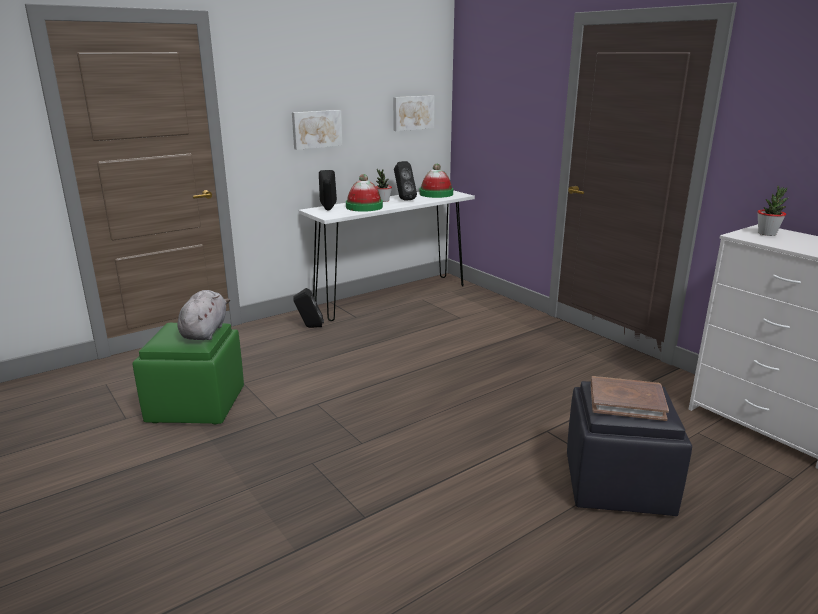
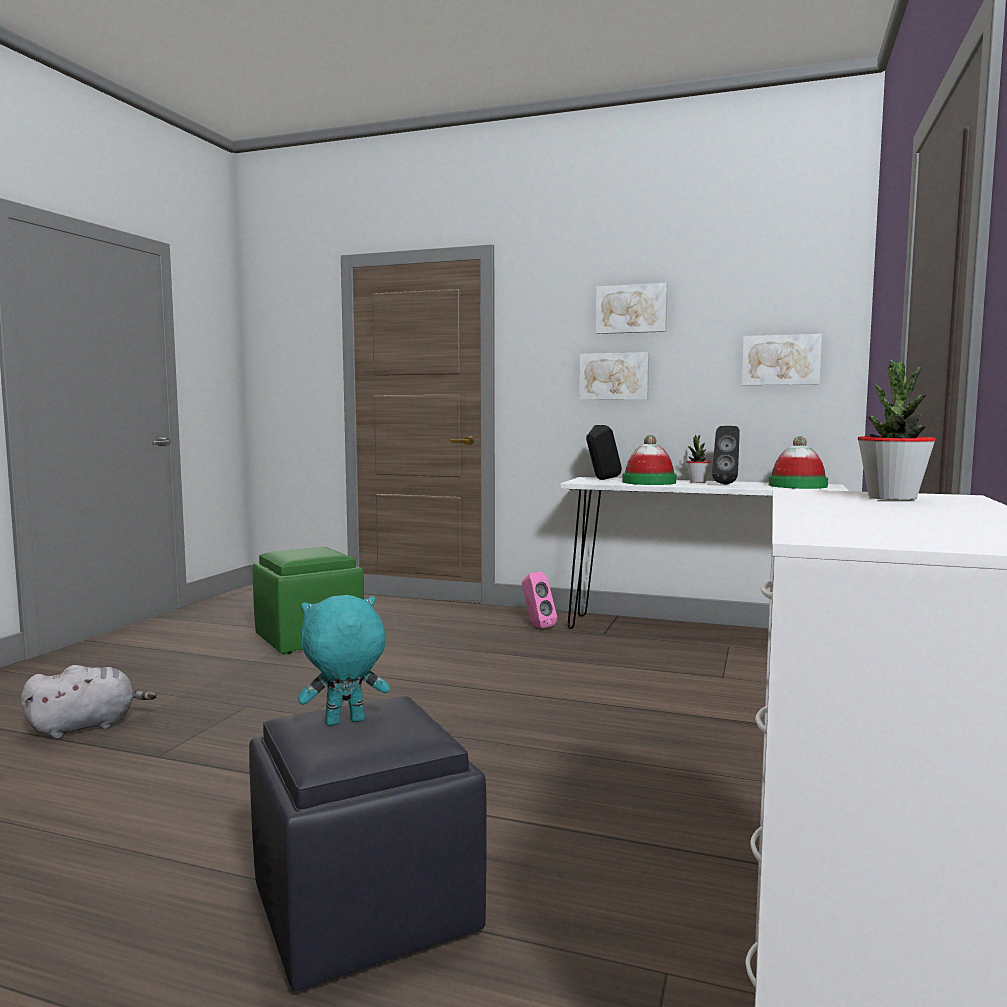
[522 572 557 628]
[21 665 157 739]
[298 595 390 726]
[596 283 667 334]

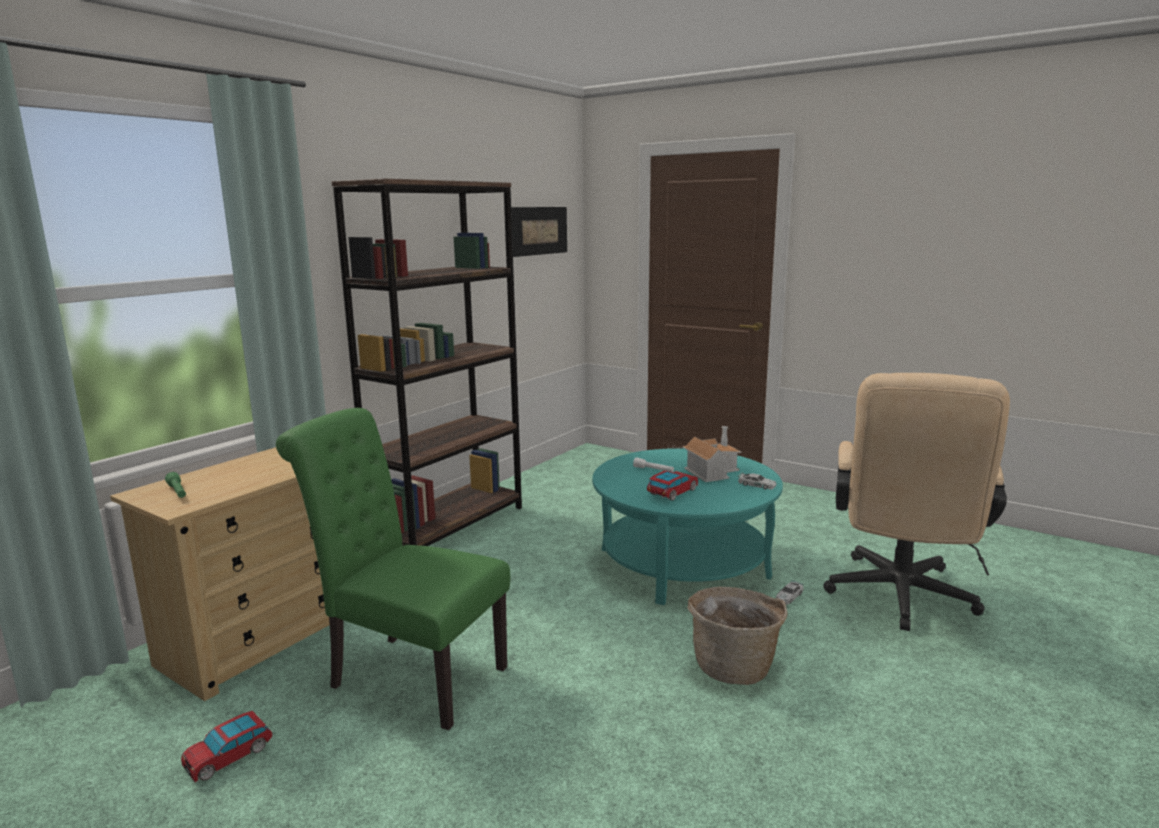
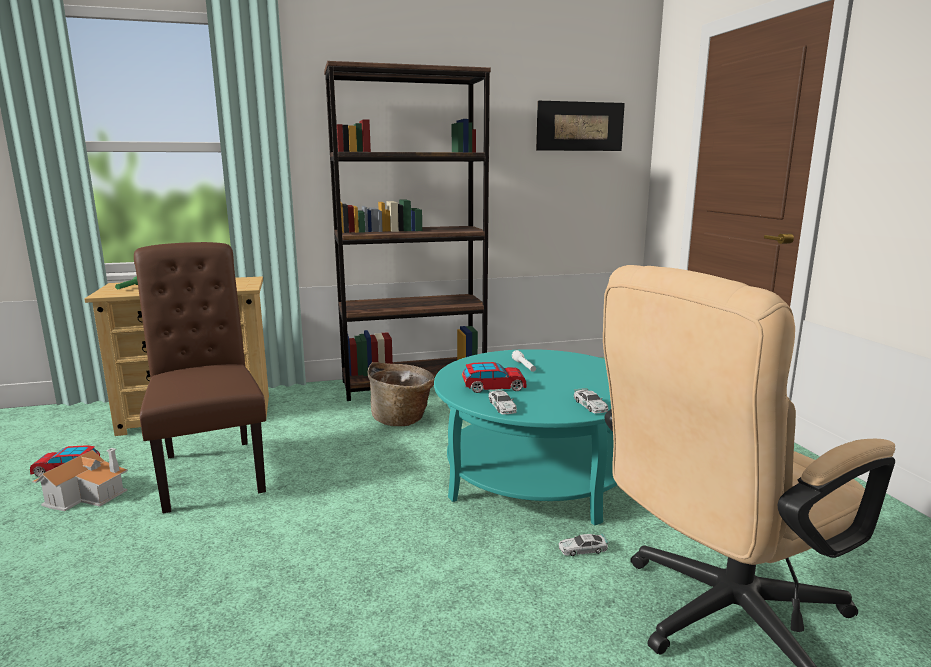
[134 242 266 513]
[32 448 128 511]
[367 362 434 426]
[489 389 517 414]

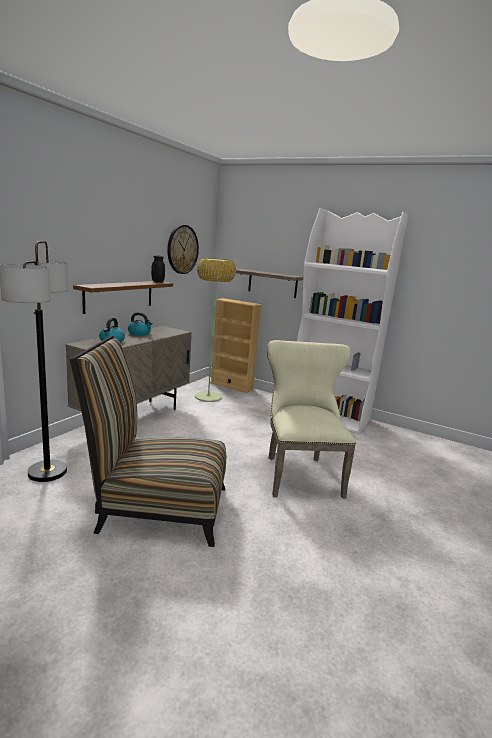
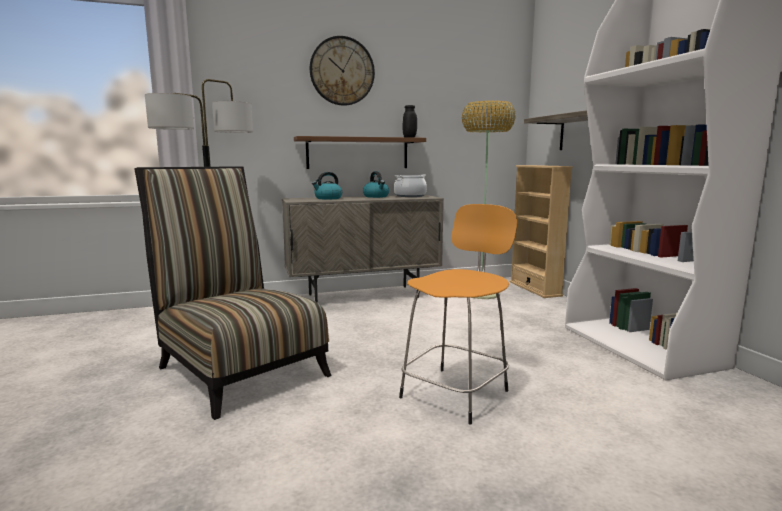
[310 36 375 106]
[399 204 517 425]
[394 174 427 197]

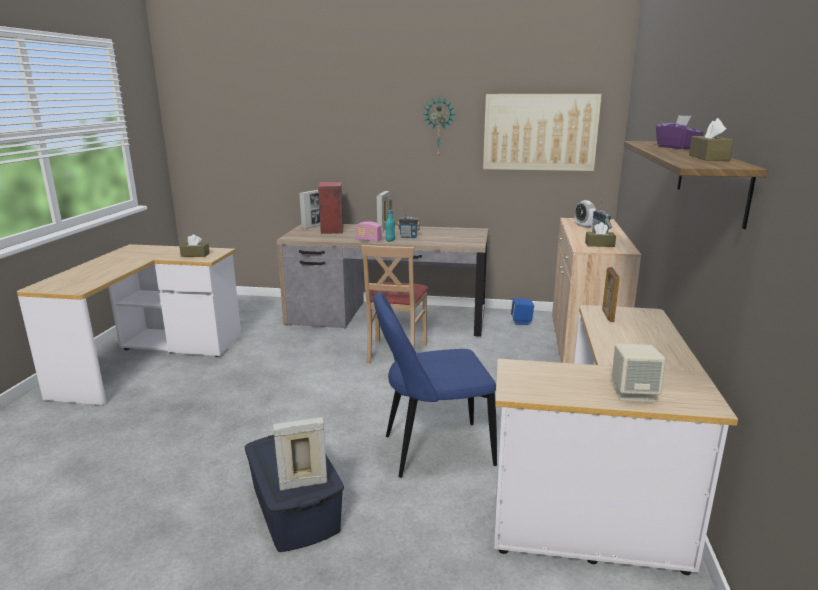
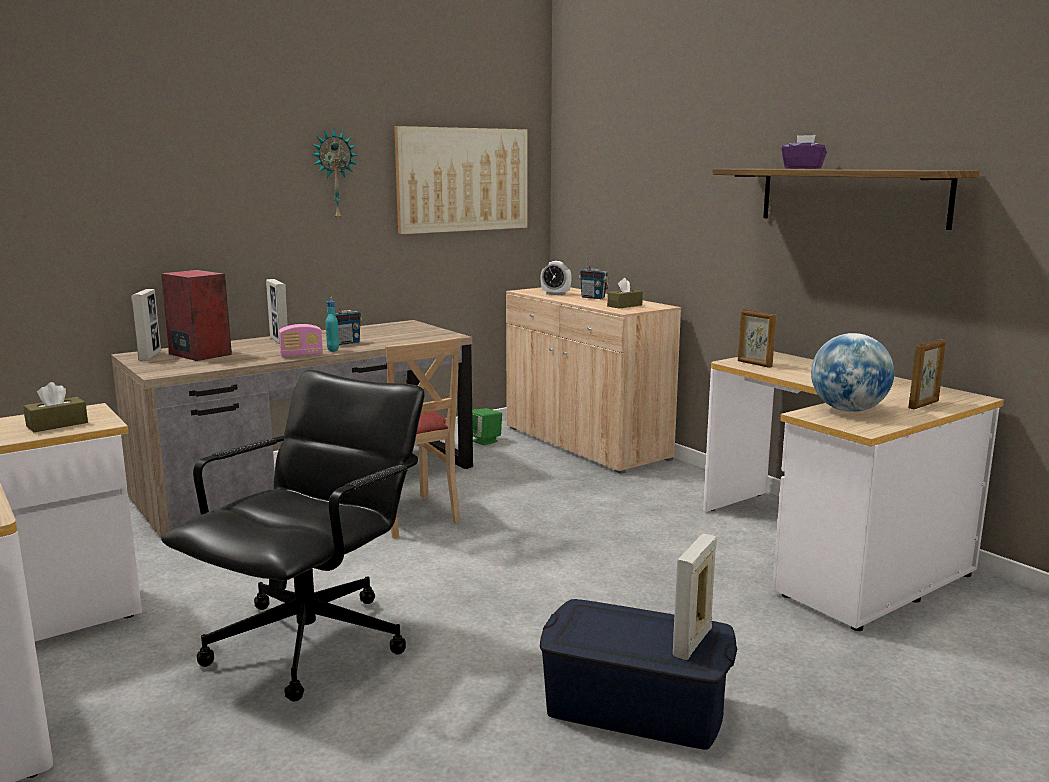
[689 118 734 161] (first image)
[373 292 497 478] (first image)
[472 408 502 445]
[909 339 946 409]
[811 333 894 412]
[161 370 425 702]

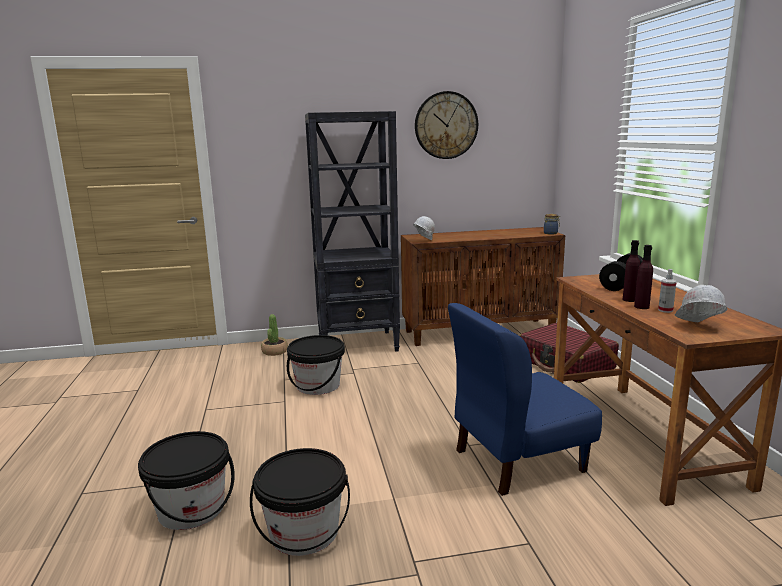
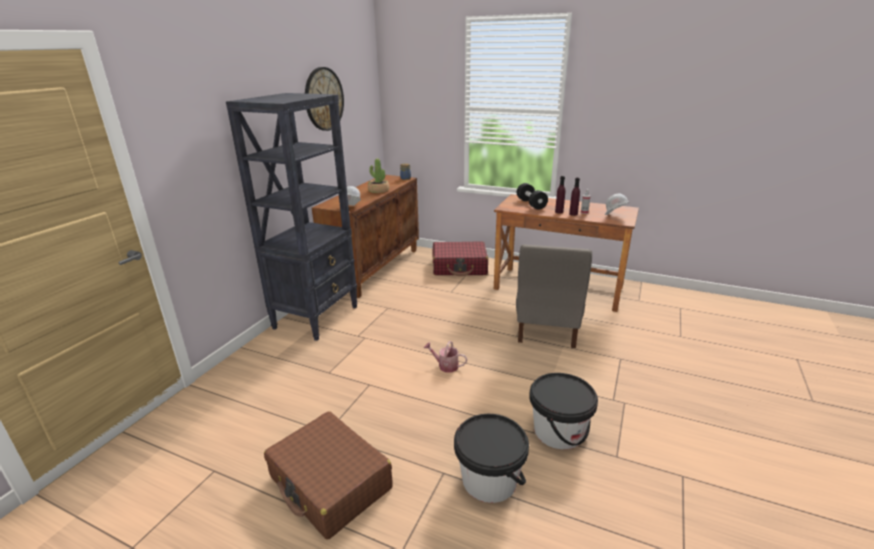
[516 244 592 348]
[368 158 389 193]
[287 335 345 395] (first image)
[424 341 467 373]
[264 411 393 540]

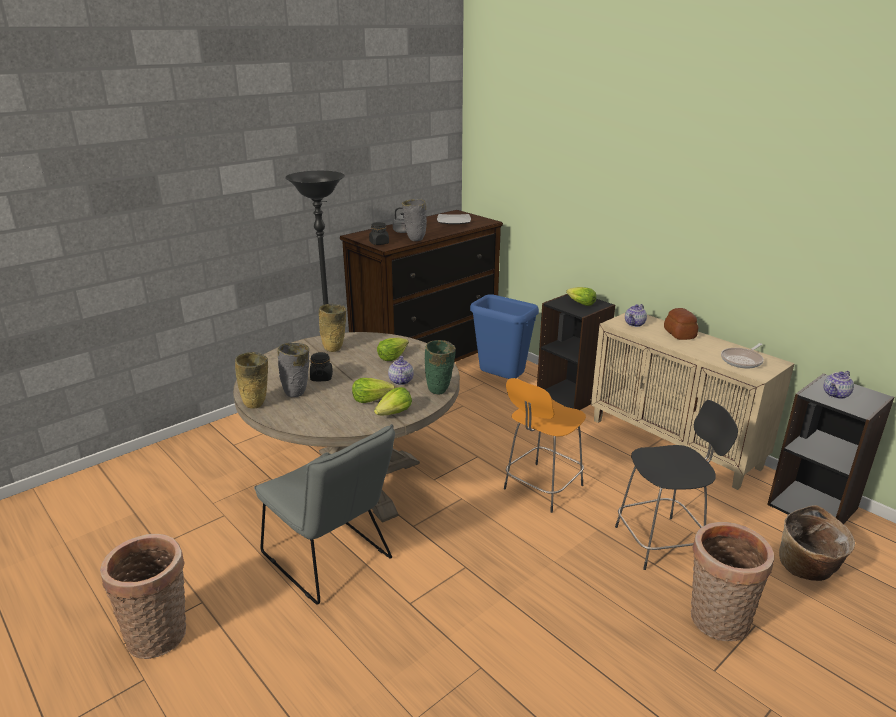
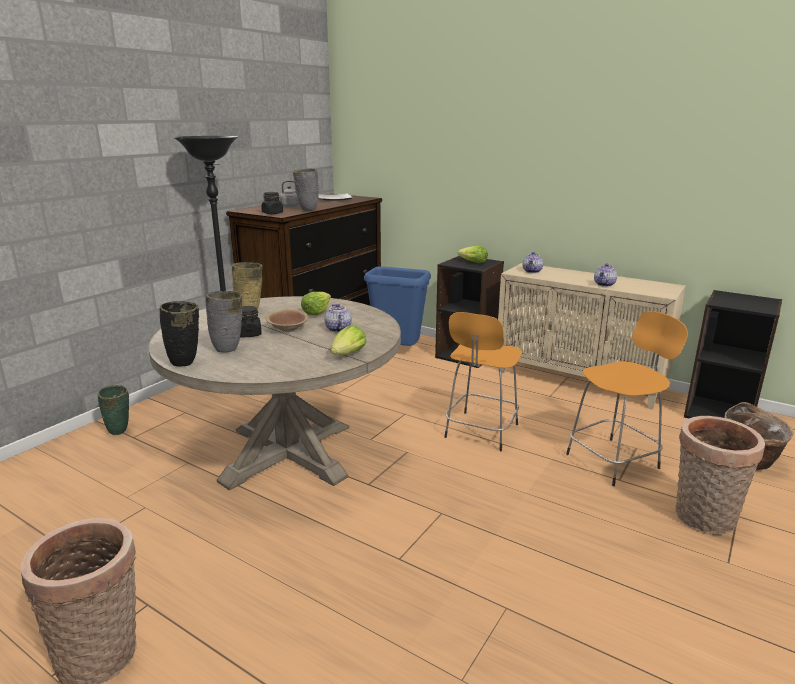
[664 308 698 340] (first image)
[98 385 129 435]
[721 343 764 369] (first image)
[160 301 199 367]
[594 263 617 287]
[352 378 395 403] (first image)
[566 311 688 486]
[254 424 395 605] (first image)
[265 309 308 332]

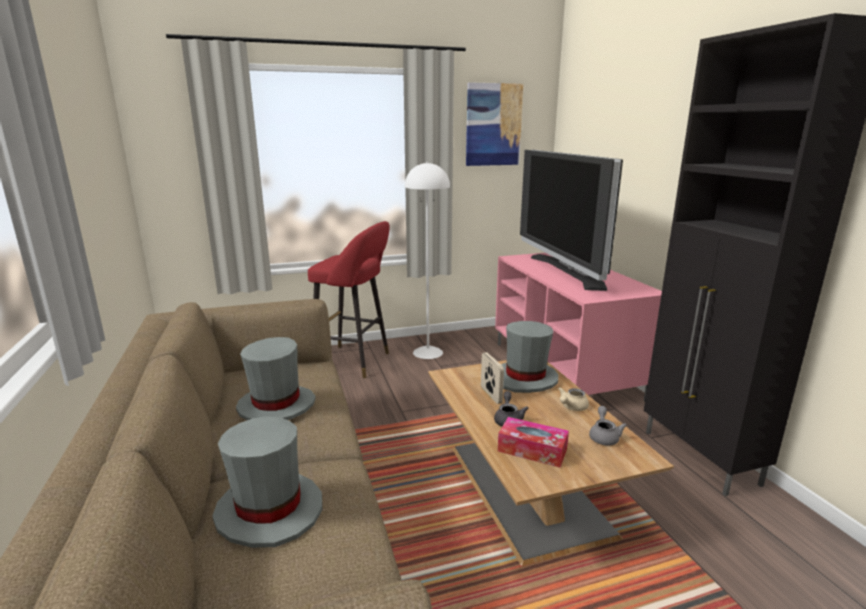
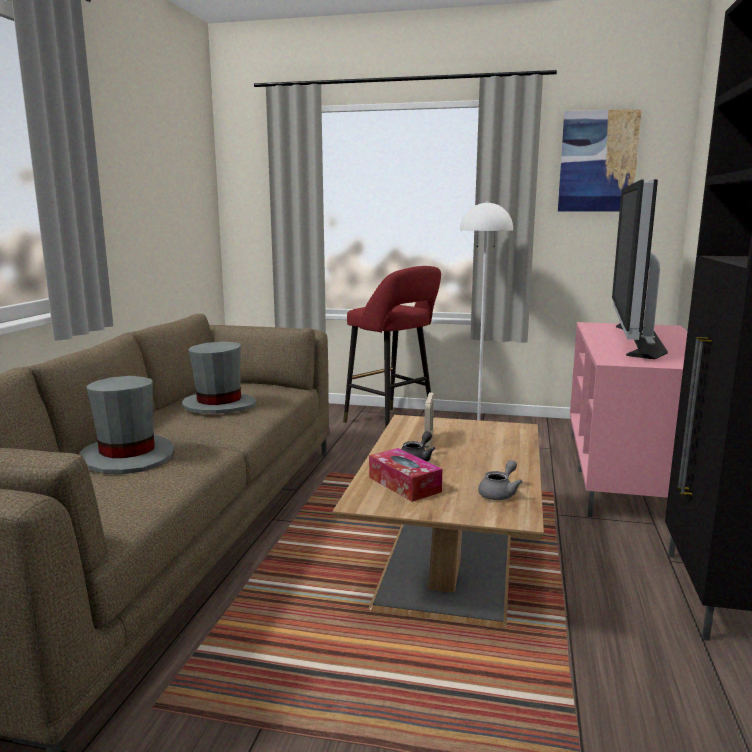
[501 321 559 393] (first image)
[558 387 589 411] (first image)

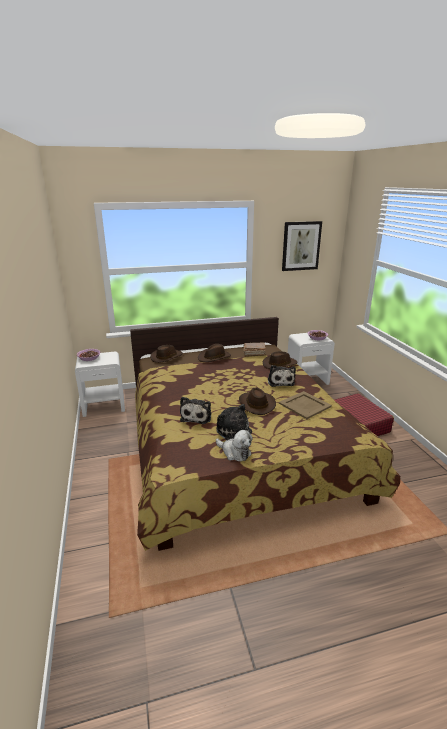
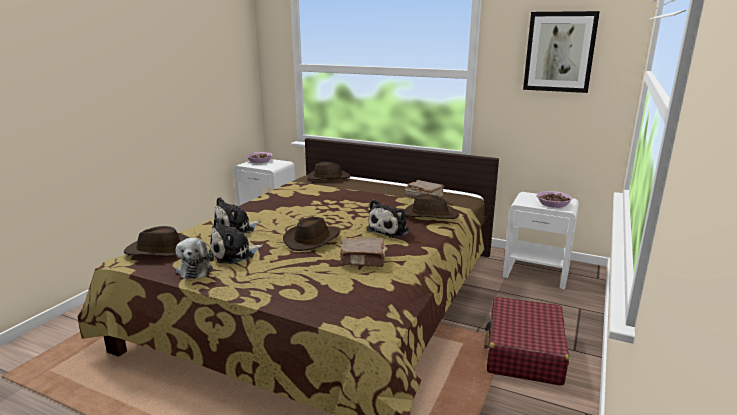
[124 226 189 257]
[340 238 385 267]
[208 218 263 264]

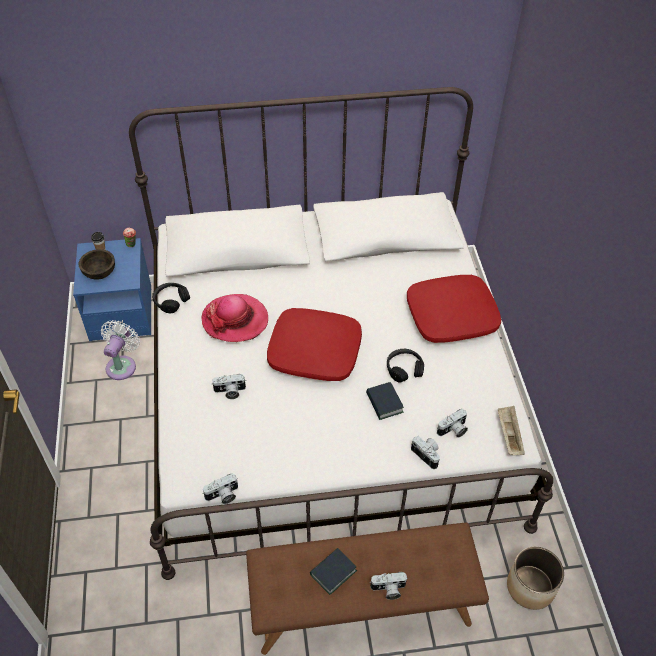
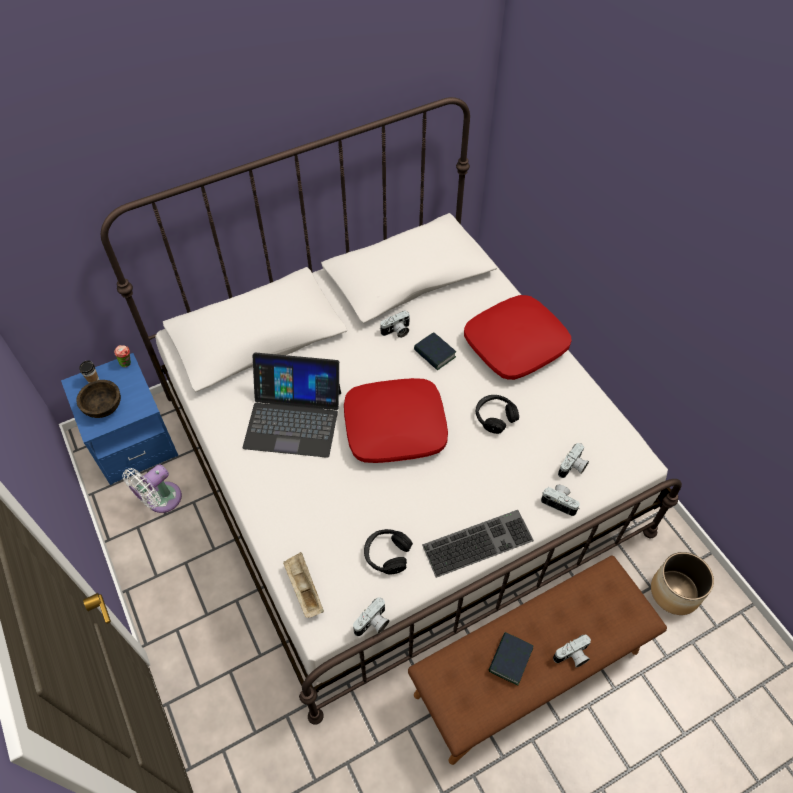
[364 529 413 575]
[243 352 341 458]
[122 464 182 513]
[380 311 410 338]
[414 332 456 370]
[283 552 324 618]
[422 510 534 578]

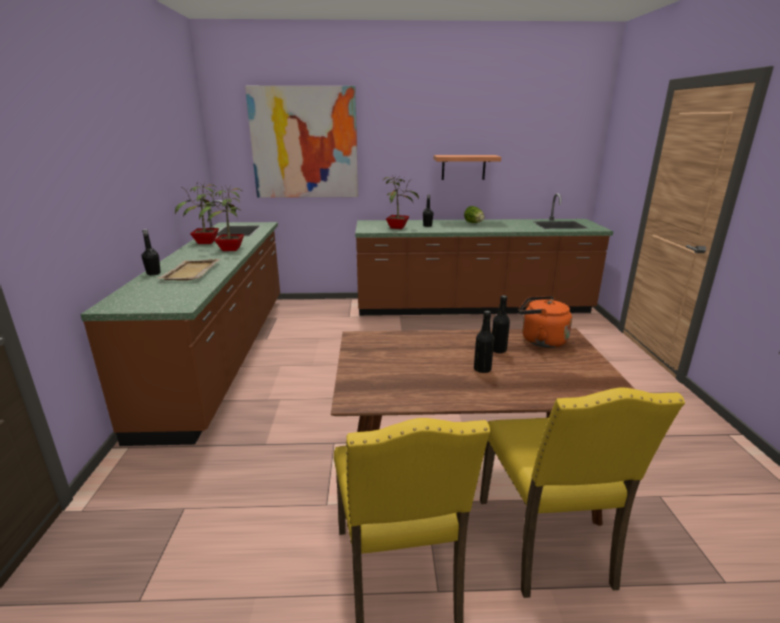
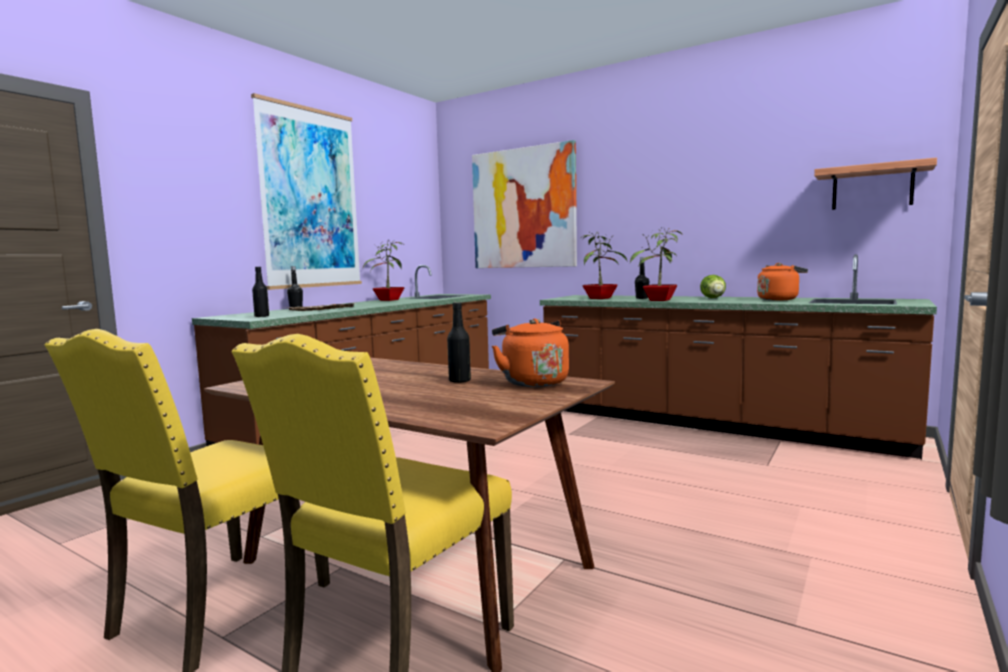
[814 158 937 210]
[630 229 681 301]
[252 267 269 317]
[251 93 362 290]
[757 263 808 301]

